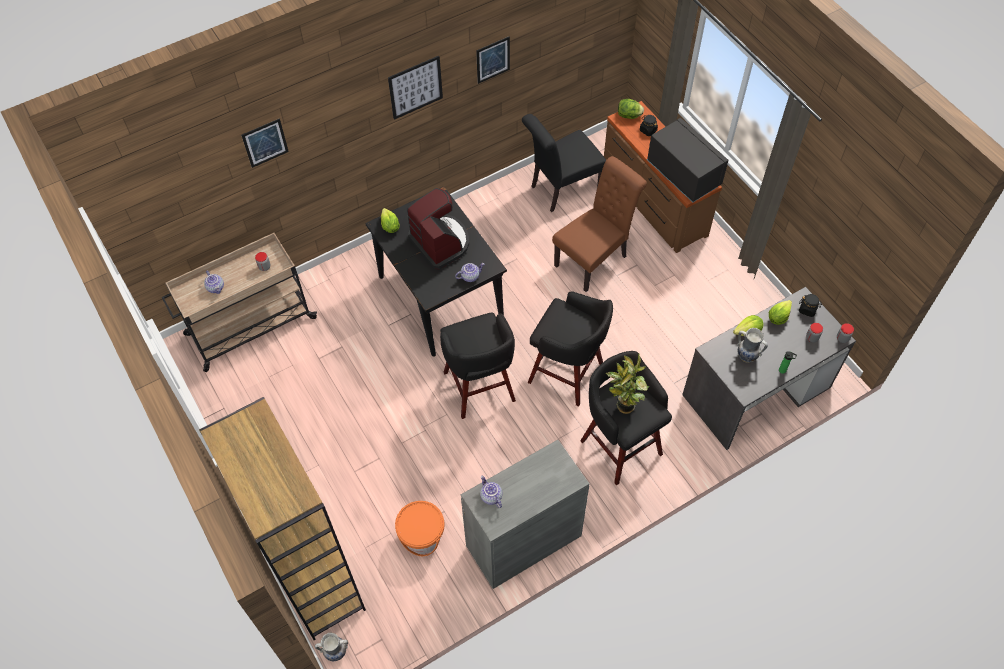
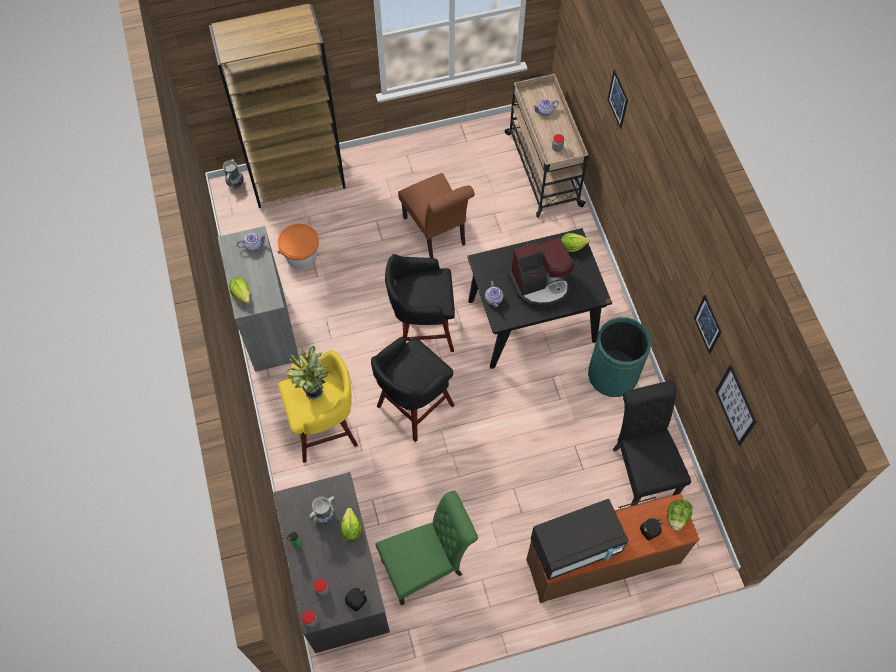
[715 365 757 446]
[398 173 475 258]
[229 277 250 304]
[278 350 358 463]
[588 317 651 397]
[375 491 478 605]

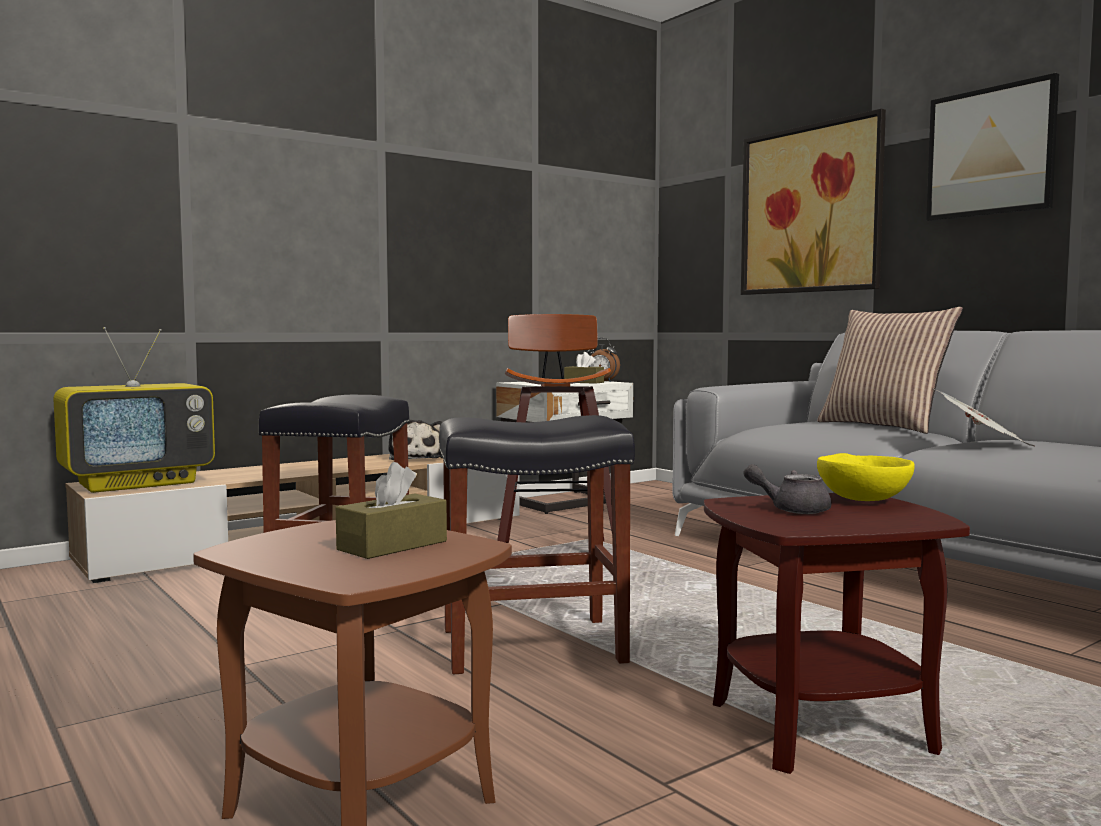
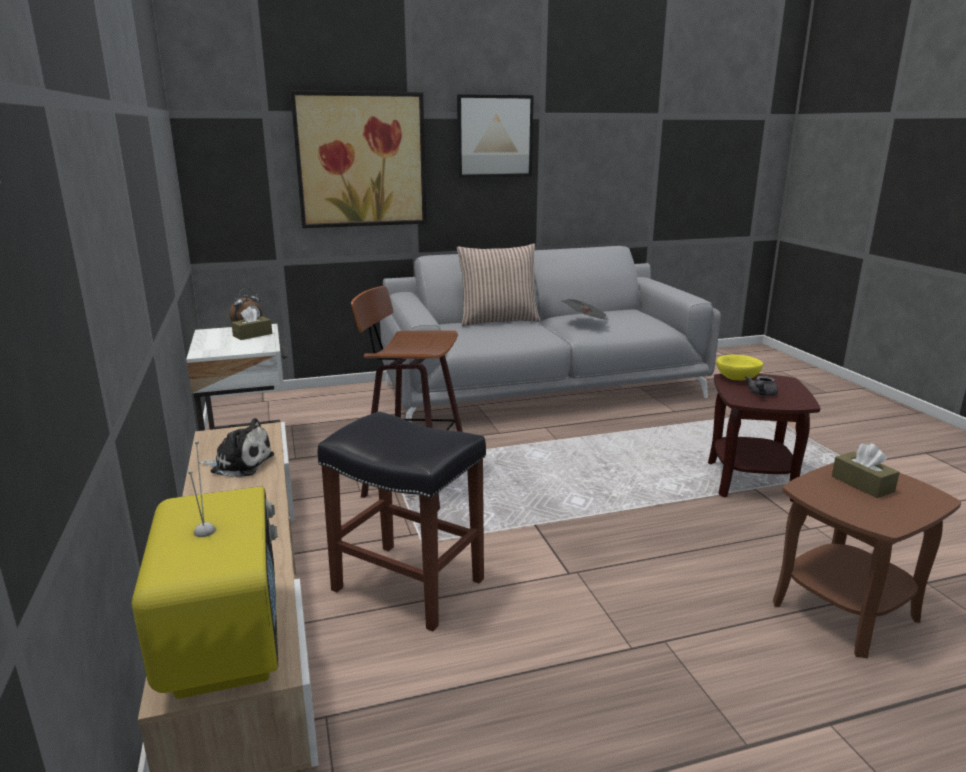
[439 415 635 674] (first image)

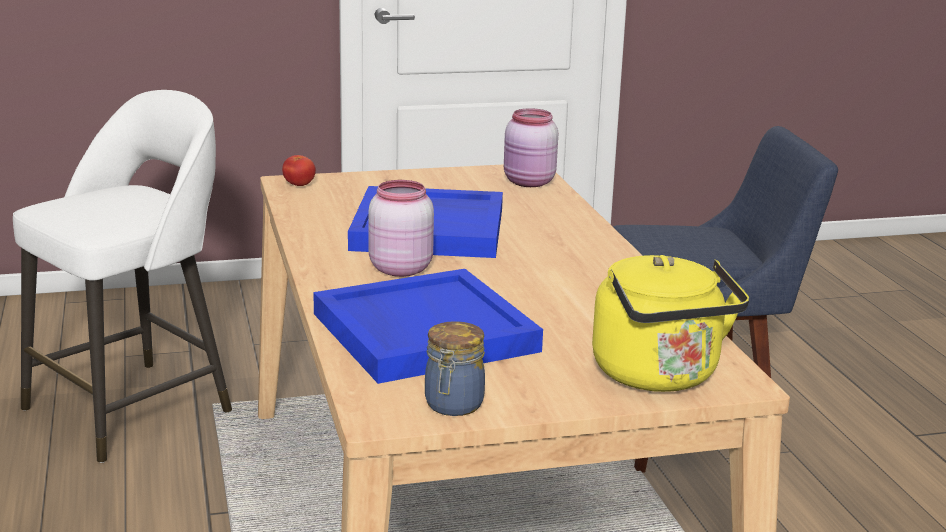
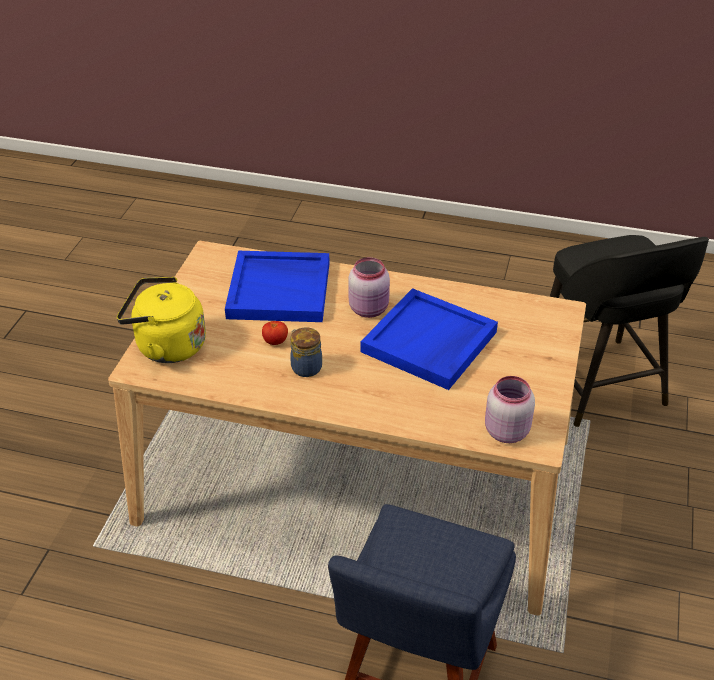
[550 235 709 427]
[262 321 288 345]
[290 327 322 377]

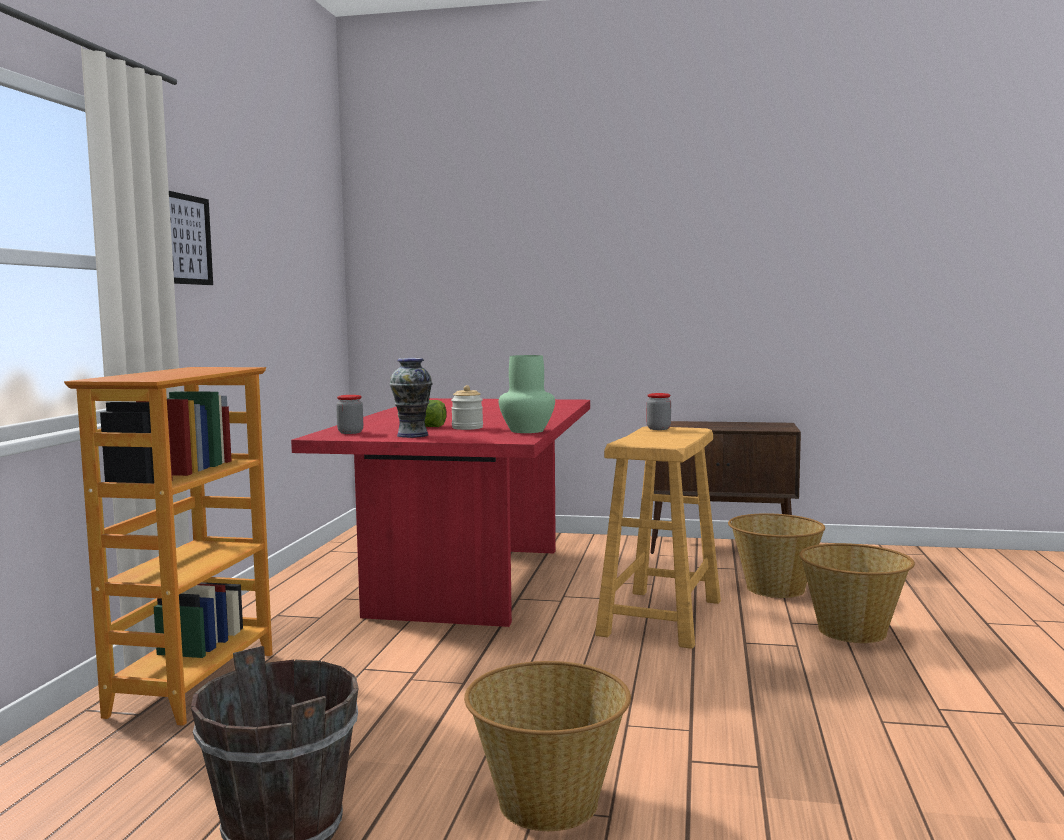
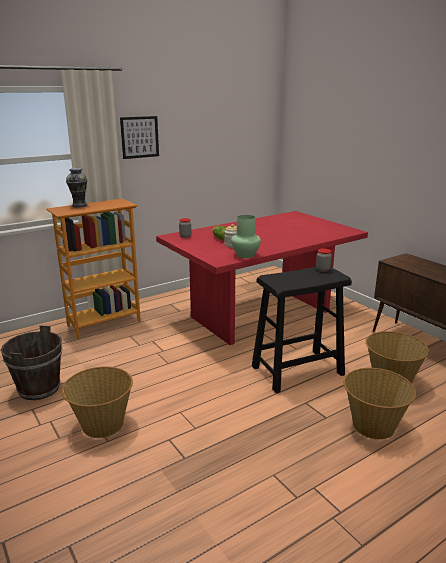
[66 168 88 208]
[252 267 352 393]

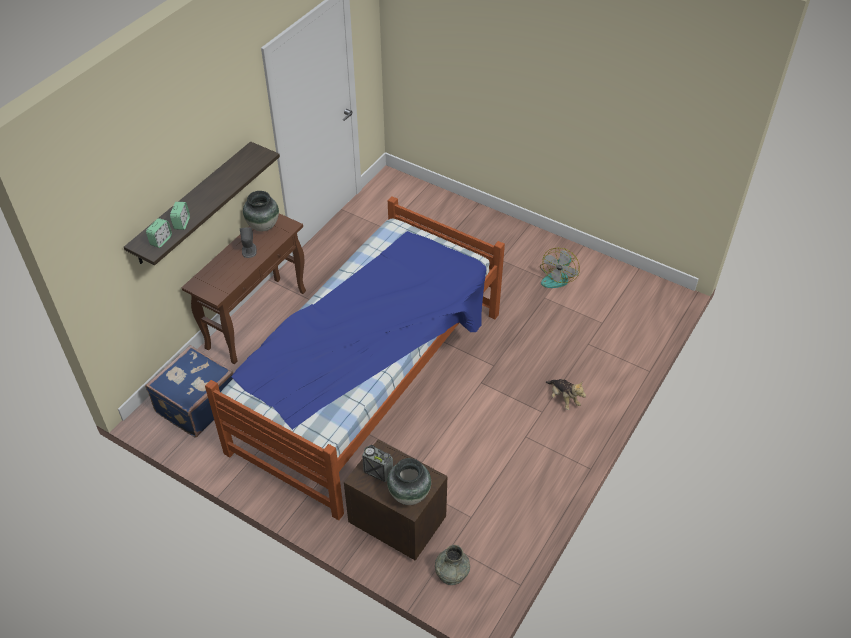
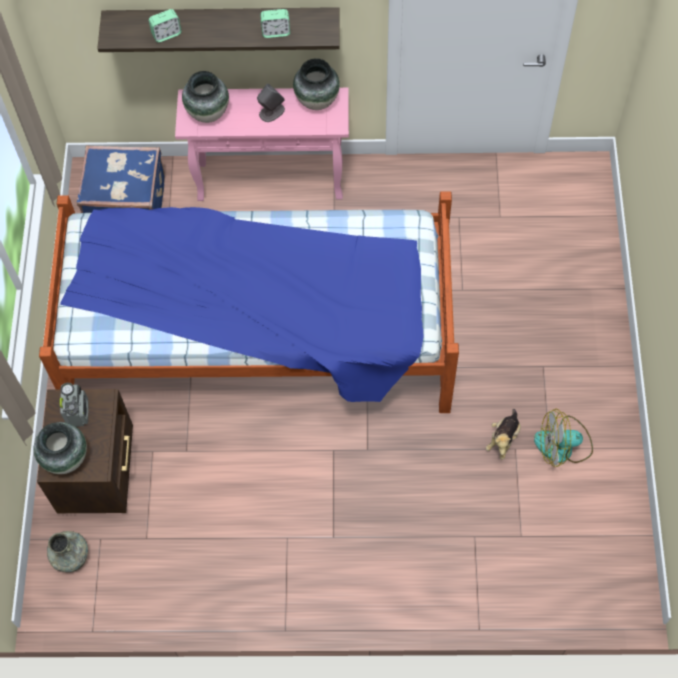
[175 88 349 201]
[260 9 290 38]
[486 409 521 460]
[182 71 229 123]

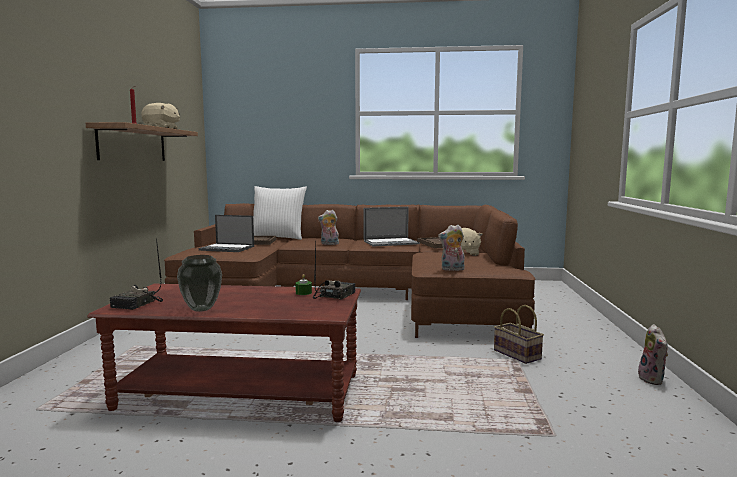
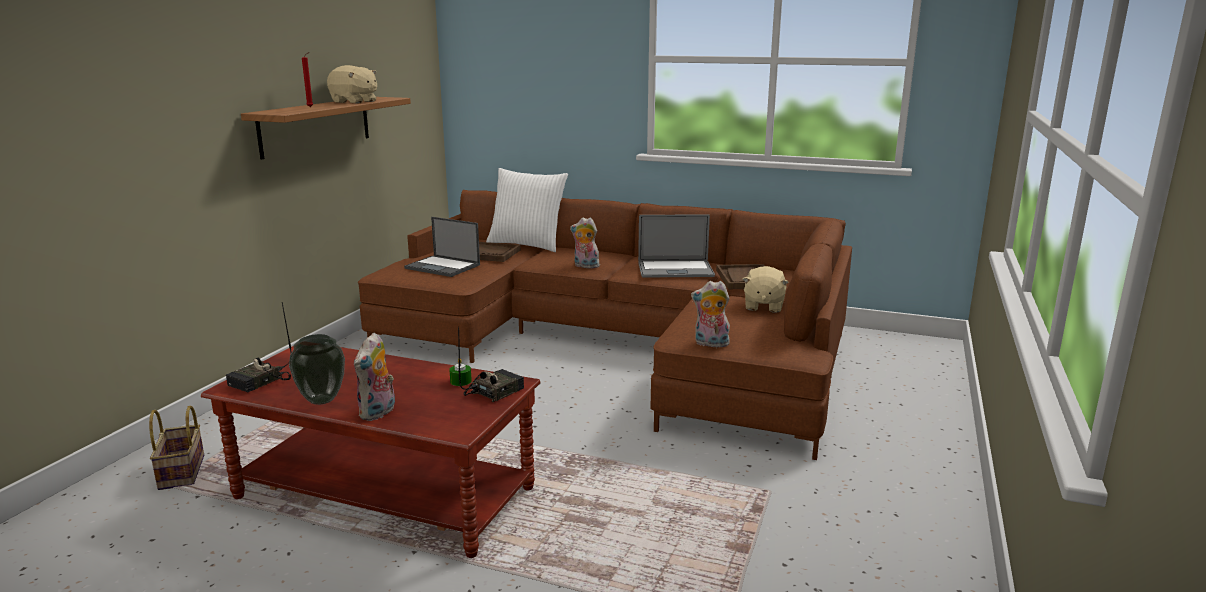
[149 405 204 490]
[354 333 395 421]

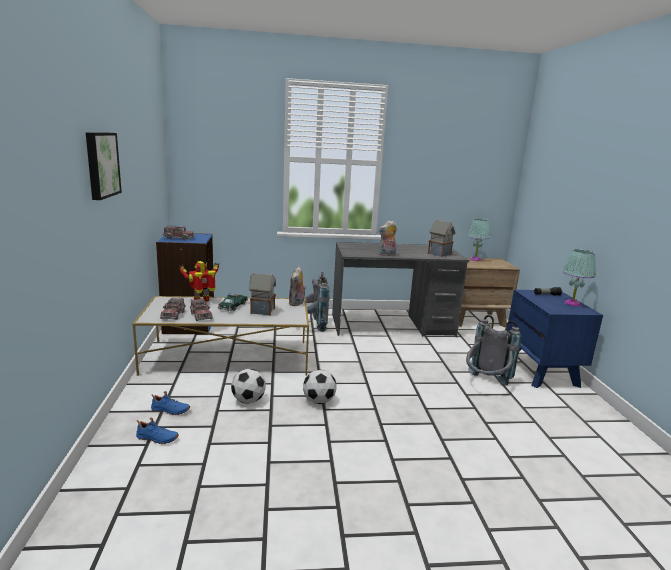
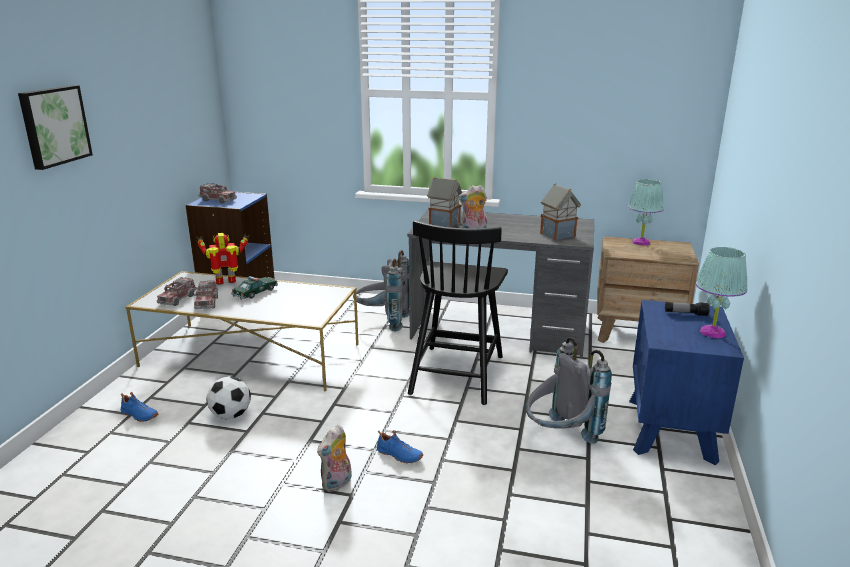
[317 425 352 492]
[427 177 462 228]
[303 369 337 404] (first image)
[377 430 423 464]
[408 220 508 405]

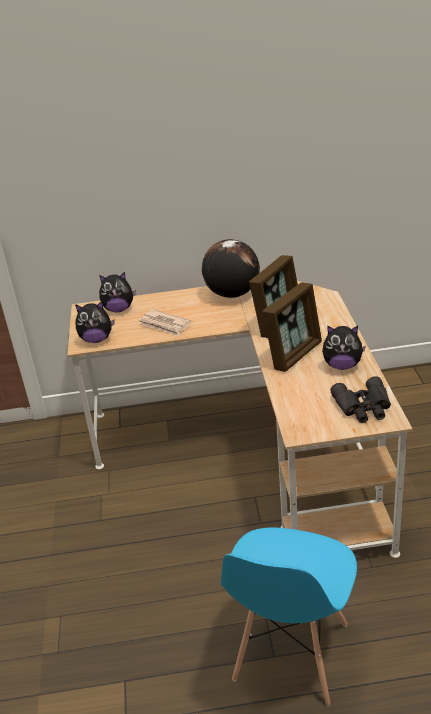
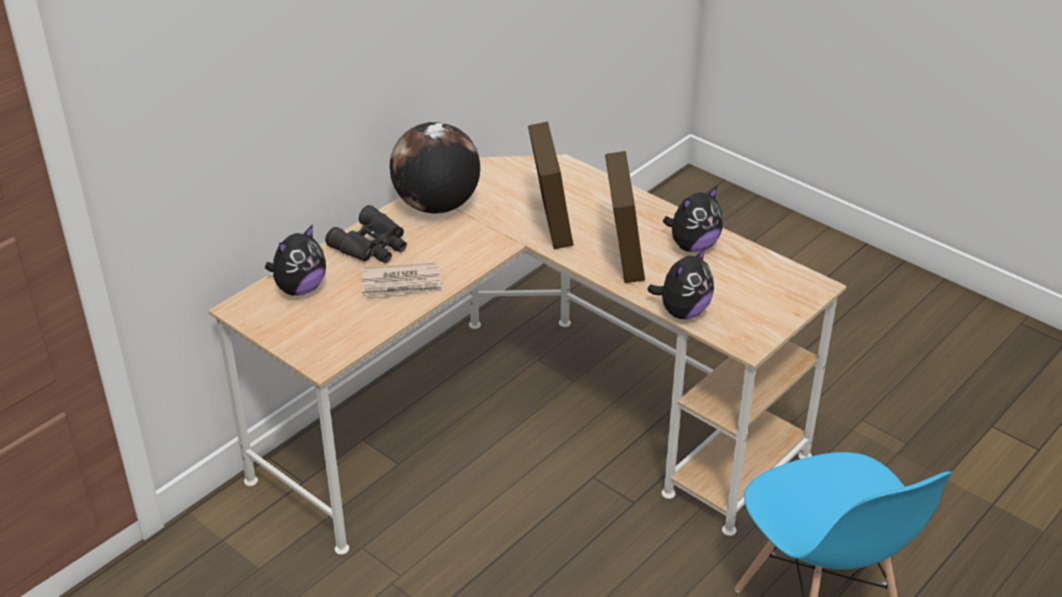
[647 247 714 319]
[325 205 407 263]

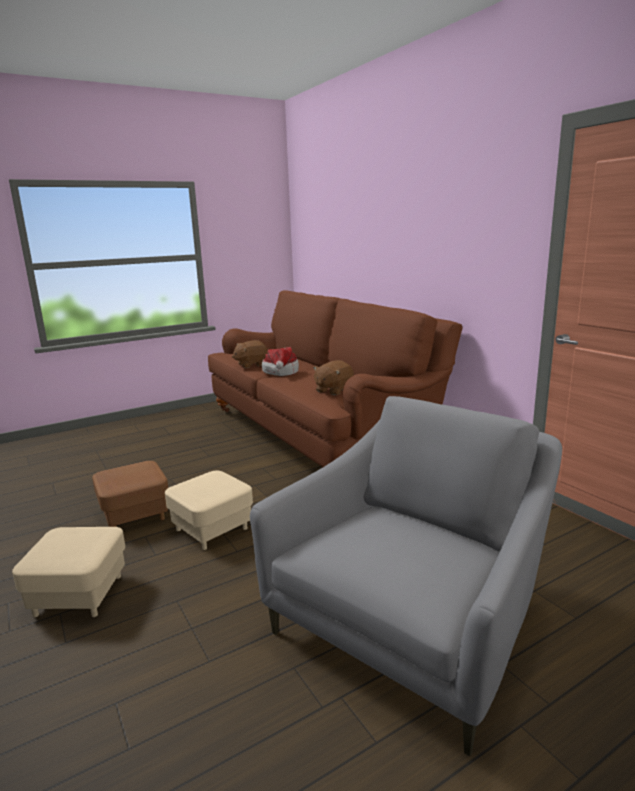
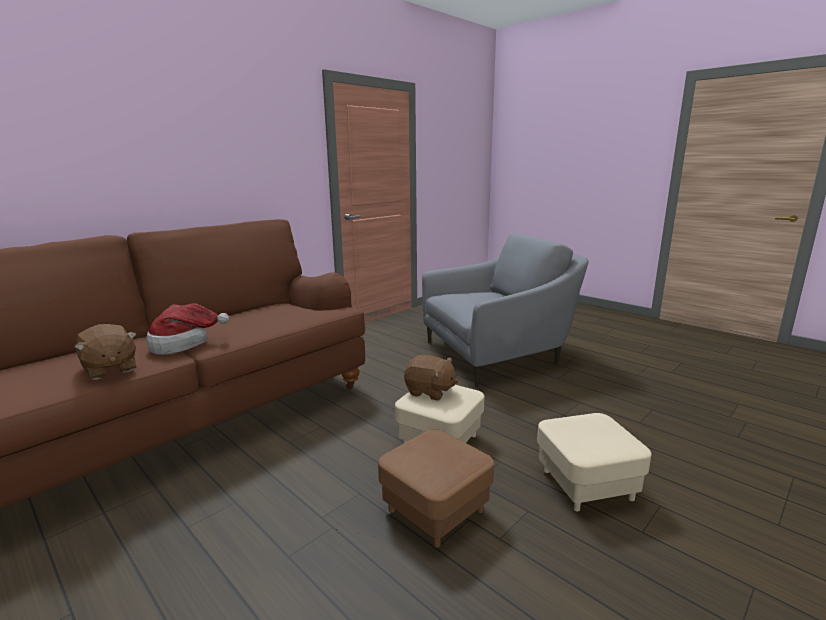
[404 355 458 401]
[422 233 589 387]

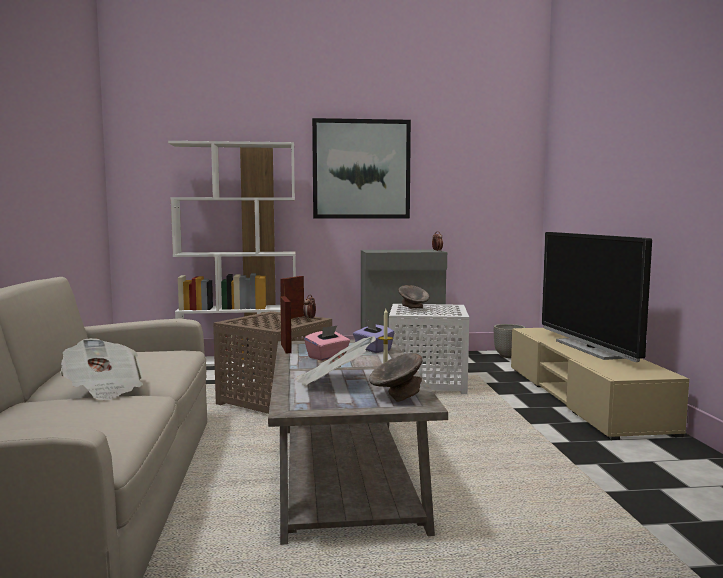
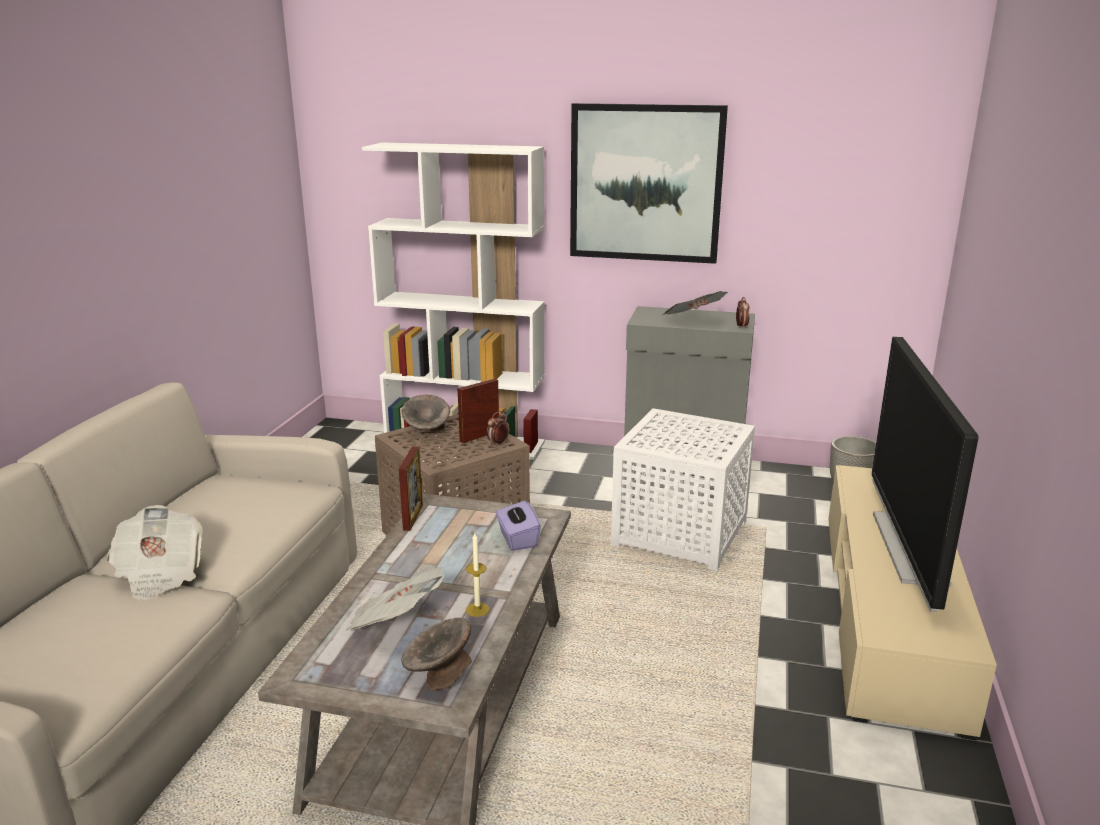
[402 395 450 433]
[304 325 350 361] (first image)
[662 291 728 315]

